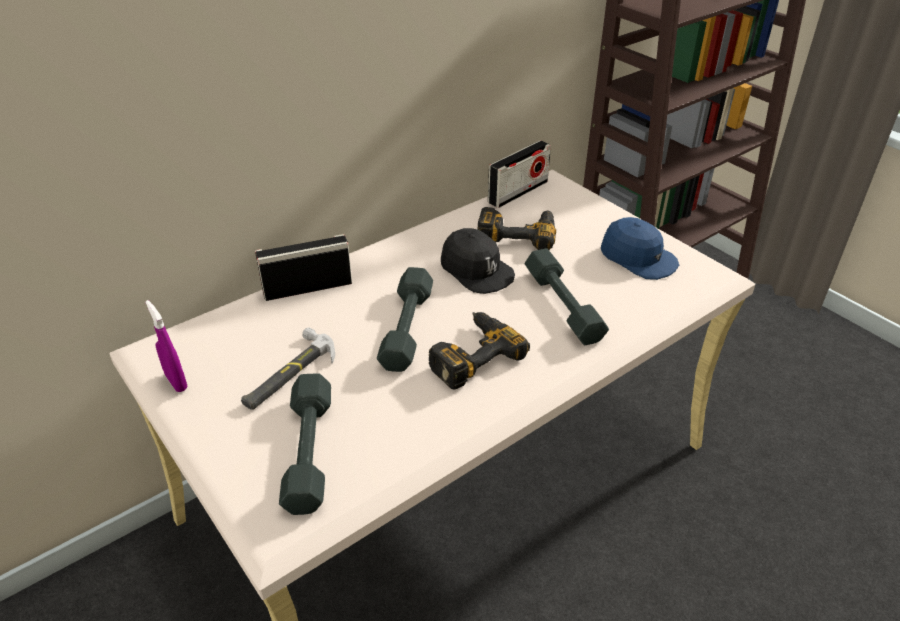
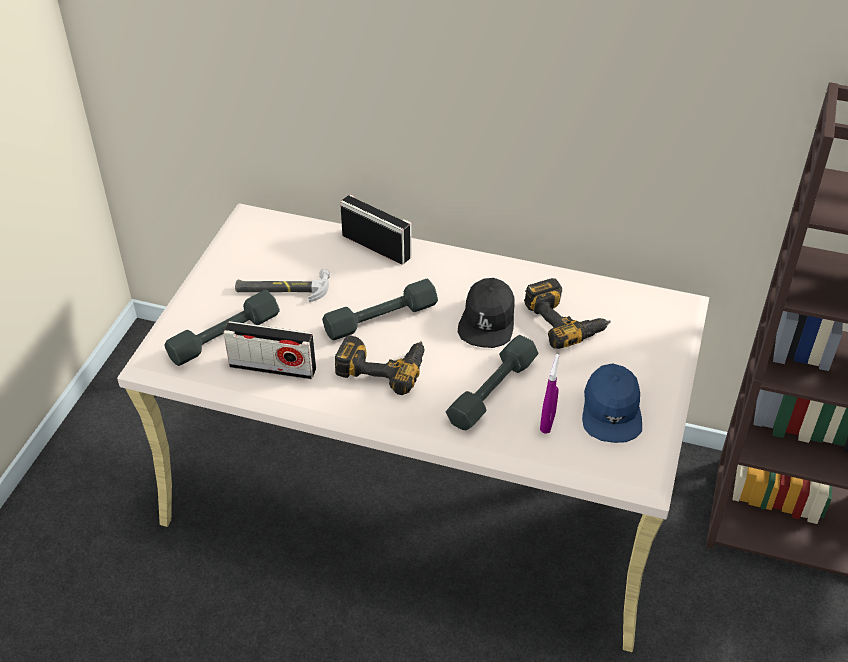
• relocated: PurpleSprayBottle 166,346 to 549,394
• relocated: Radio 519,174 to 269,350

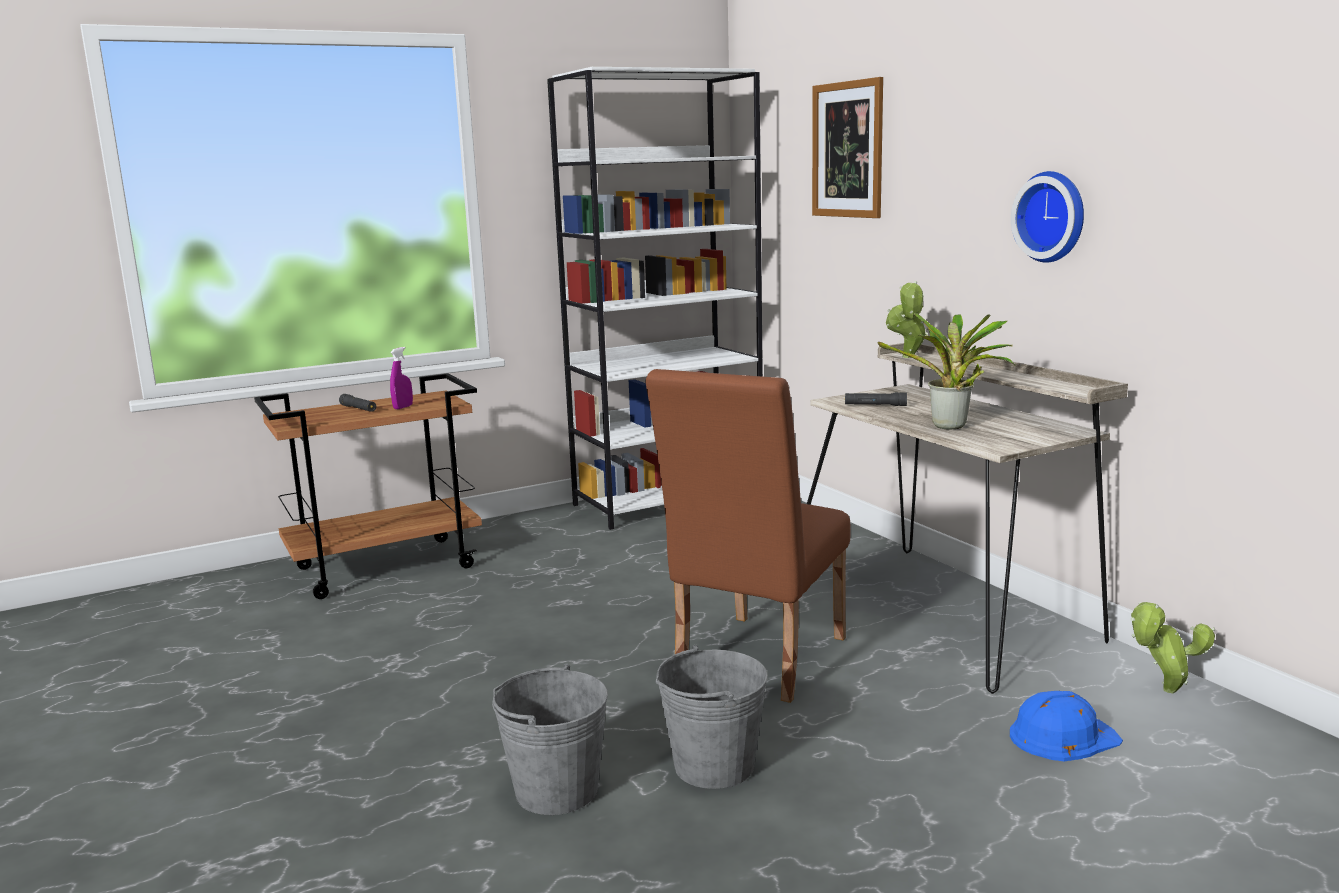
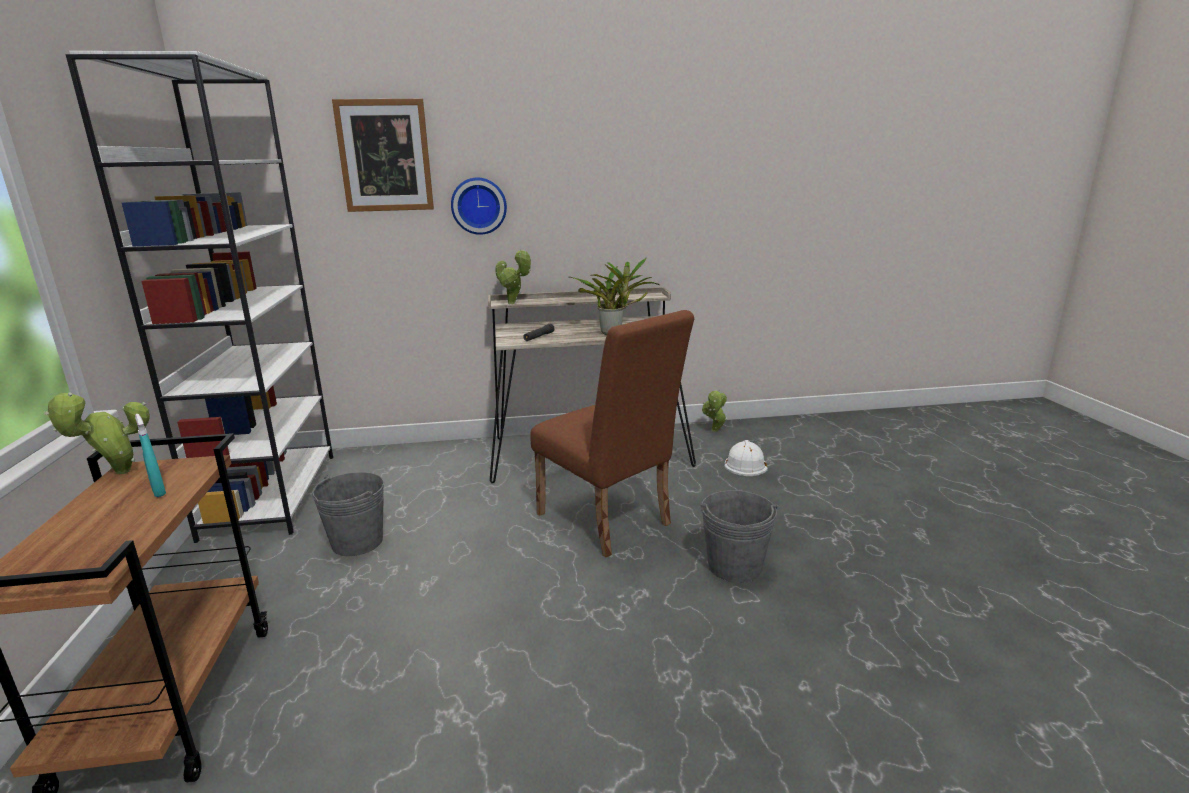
• missing: BlackFlashlight 357,403
• appeared: PottedPlant 97,433
• relocated: GreyBucket 550,739 to 348,514
• relocated: WallClock 1047,217 to 479,206
• colour: PurpleSprayBottle 401,378 to TurquoiseSprayBottle 150,455
• colour: BlueHardHat 1066,726 to WhiteHardHat 746,458

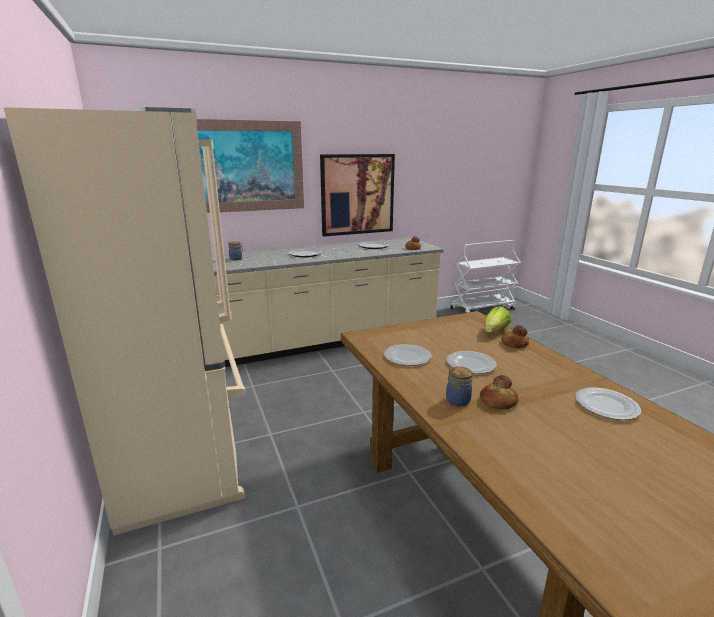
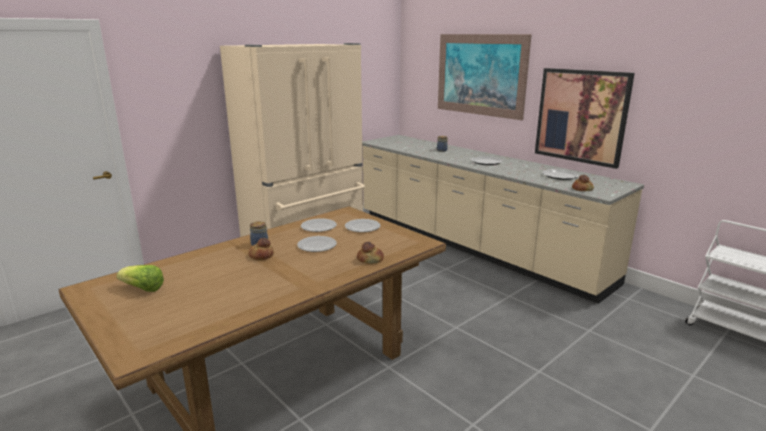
• relocated: Lettuce 498,319 to 140,278
• relocated: Plate 608,403 to 363,225

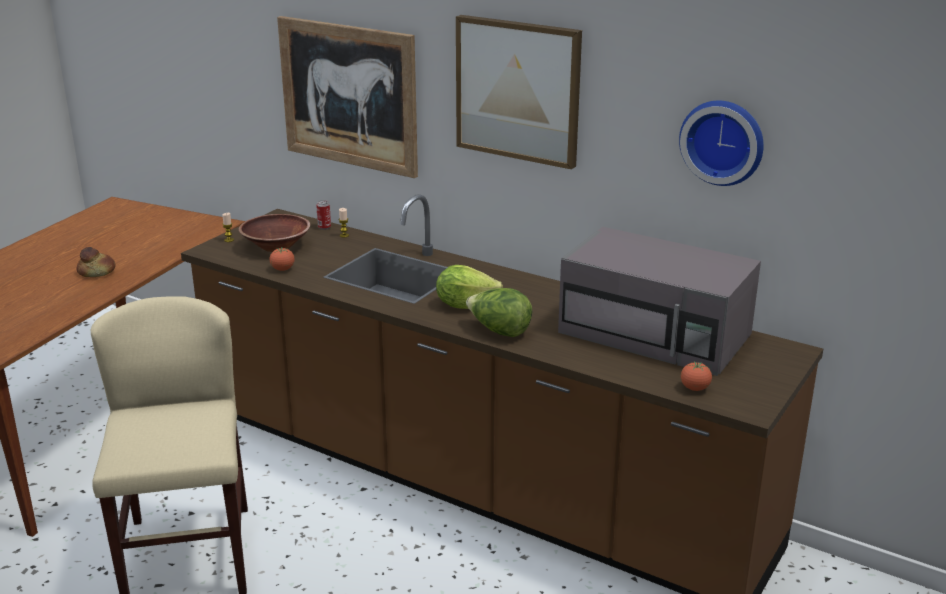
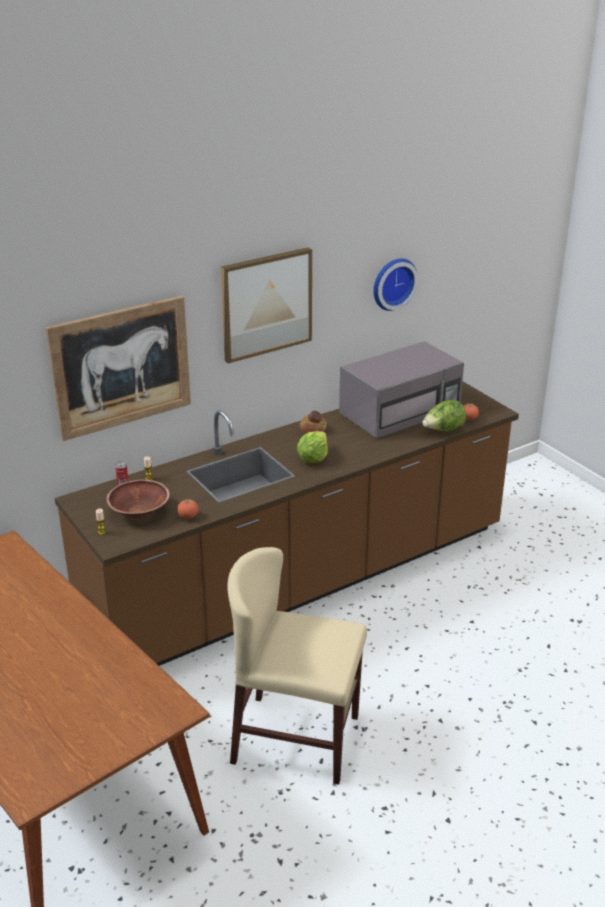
• relocated: Bread 95,262 to 313,422
• relocated: Lettuce 499,312 to 444,416

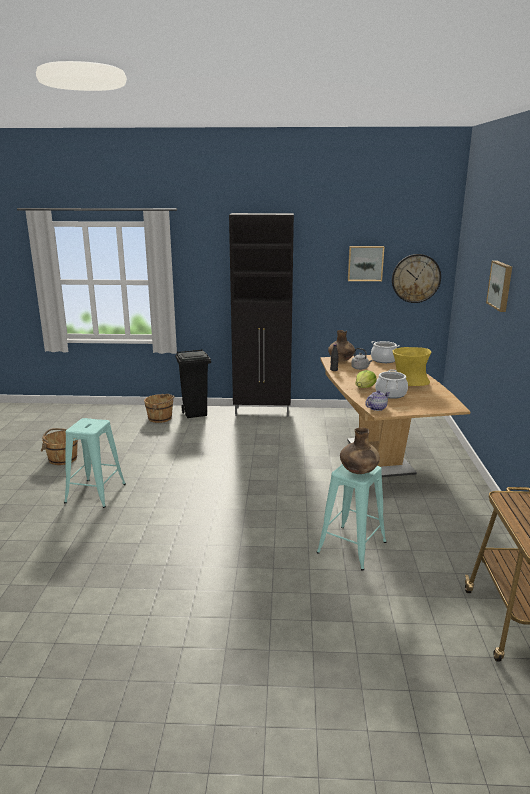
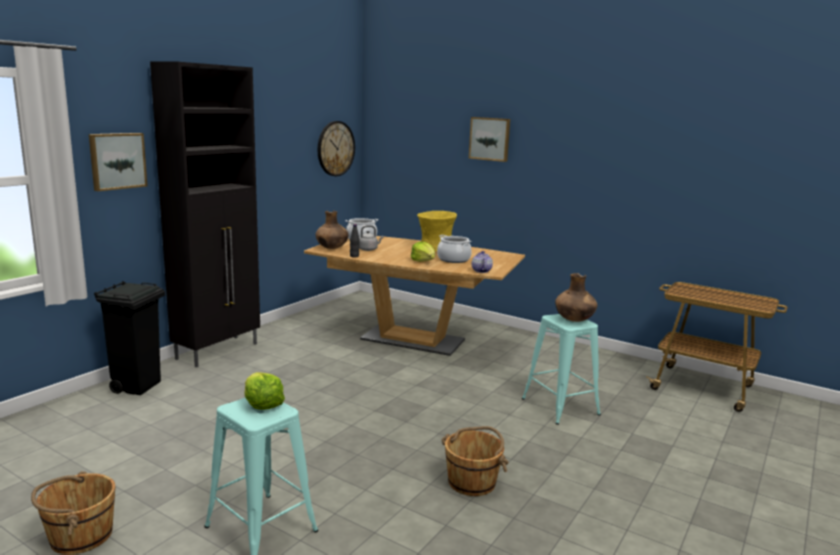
• appeared: Lettuce 264,391
• relocated: BrownBucket 159,408 to 475,461
• relocated: Picture 366,263 to 118,162

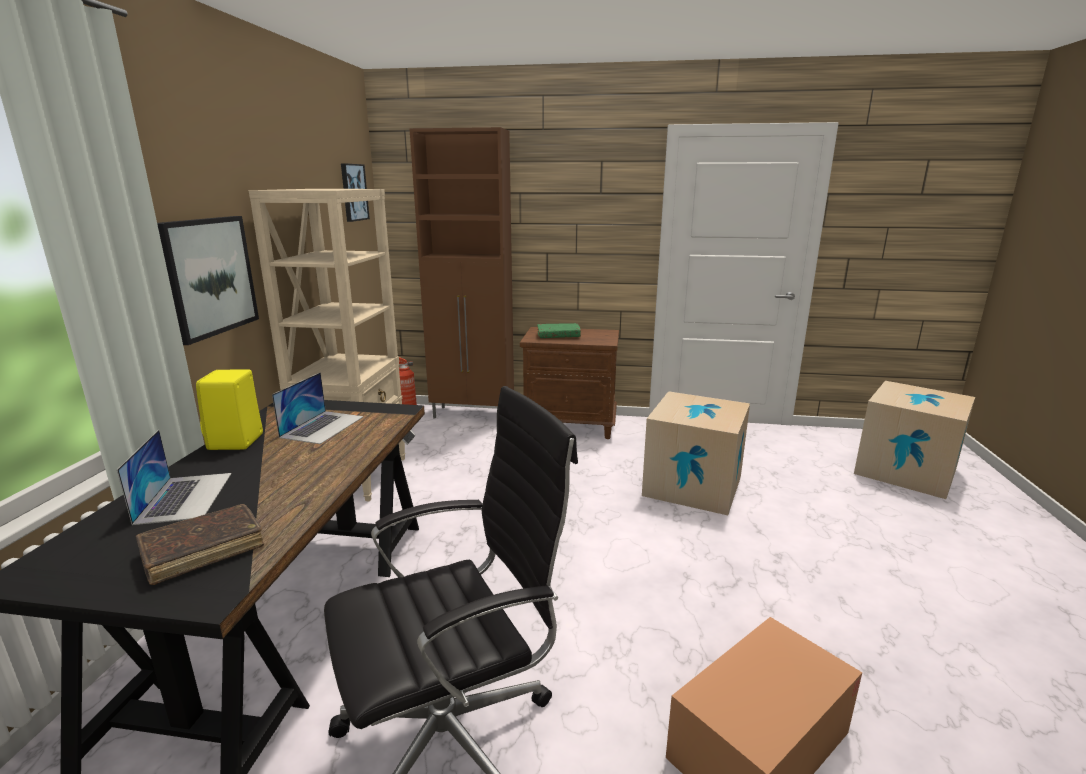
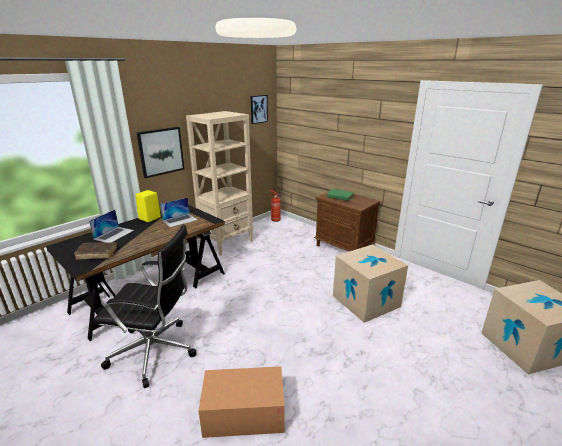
• missing: BrownCabinet 461,273

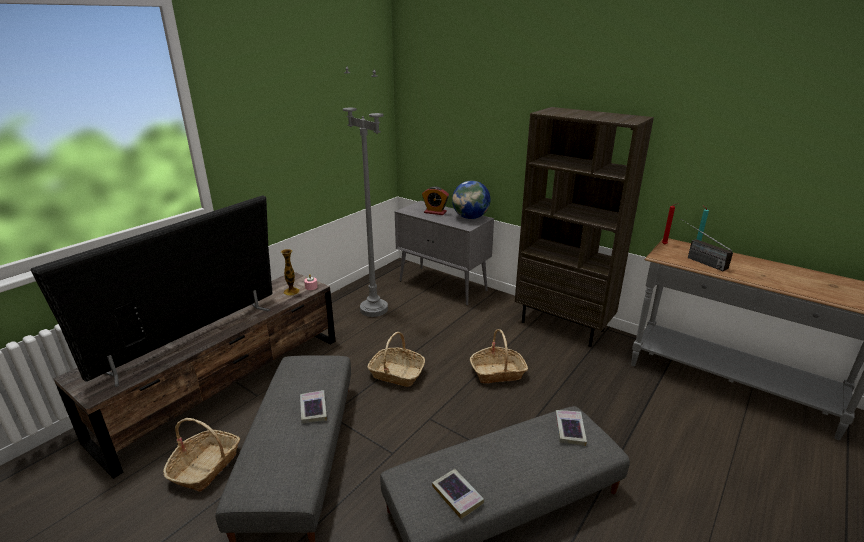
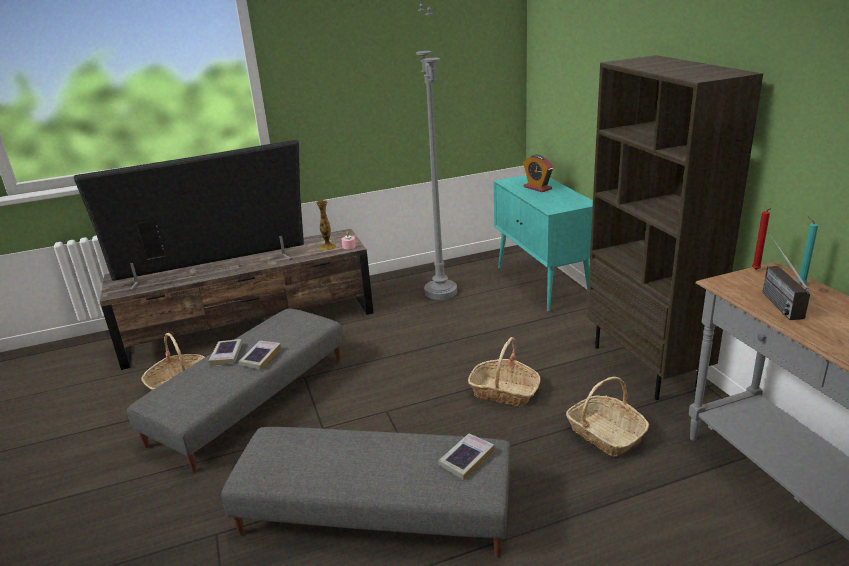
• missing: Globe 471,199
• relocated: Basket 396,359 to 607,417
• relocated: Book 458,494 to 225,352
• colour: GreyCabinet 444,253 to TurquoiseCabinet 543,243

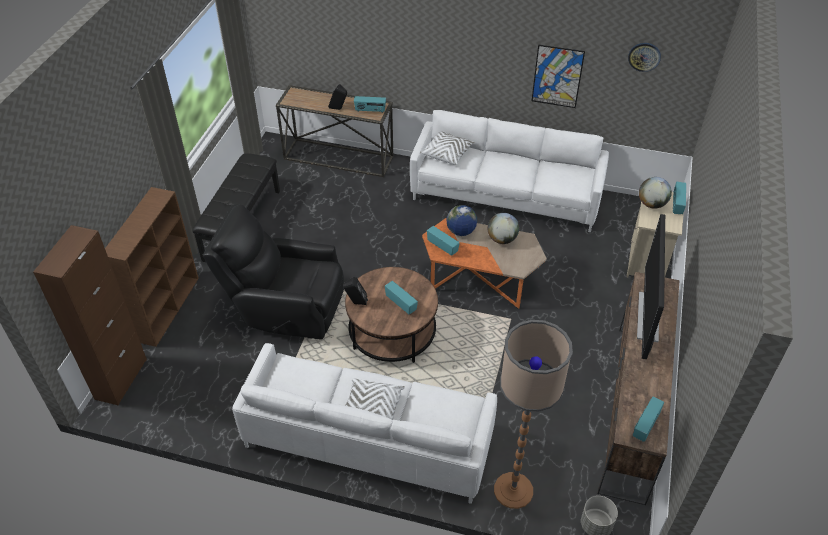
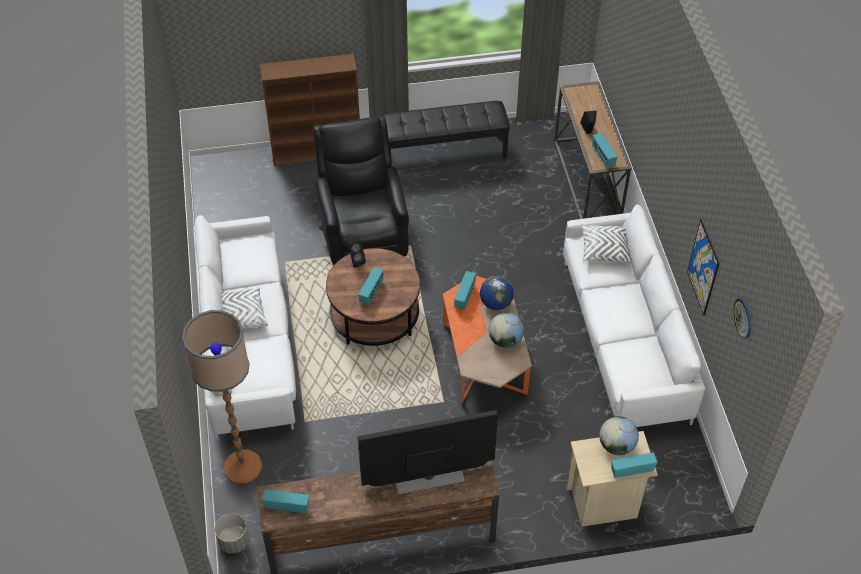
• missing: BrownCabinet 90,315

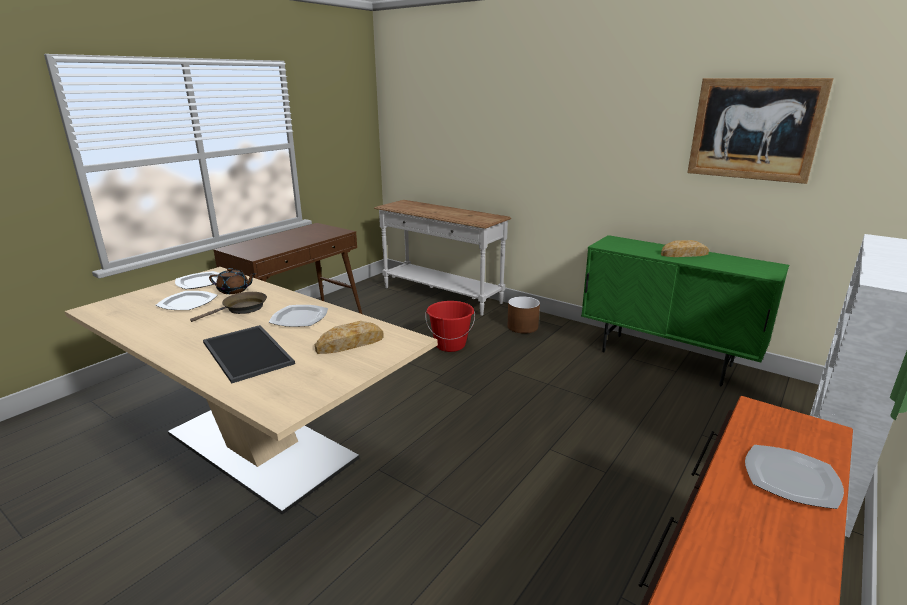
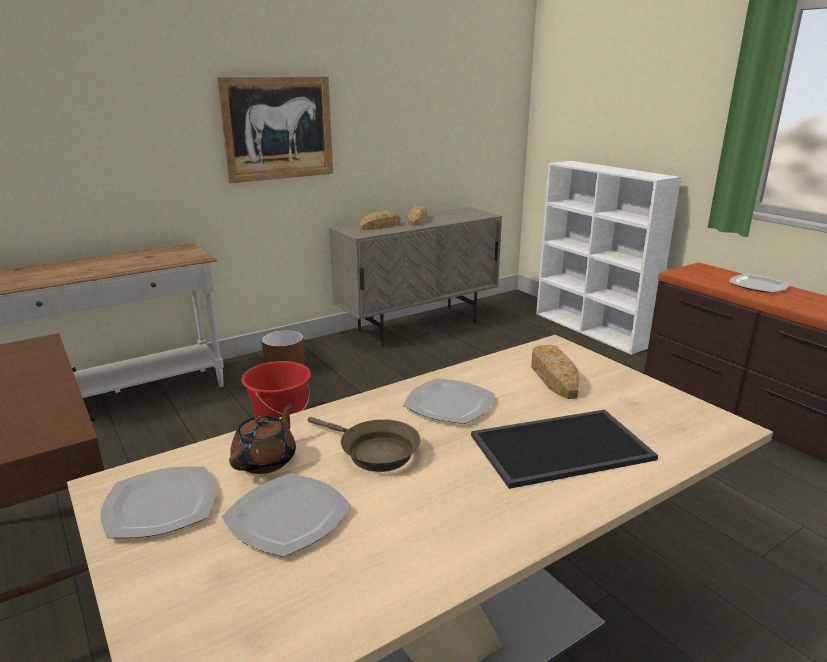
• appeared: Bread 380,220
• relocated: Picture 760,131 to 274,129
• colour: GreenCabinet 685,310 to BeigeCabinet 415,277
• spun: BrownFryingPan 228,307 = 364,444 150 degrees clockwise

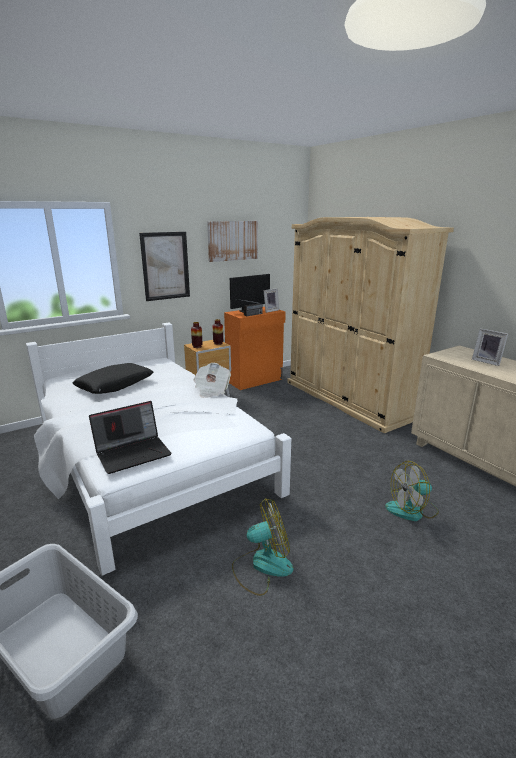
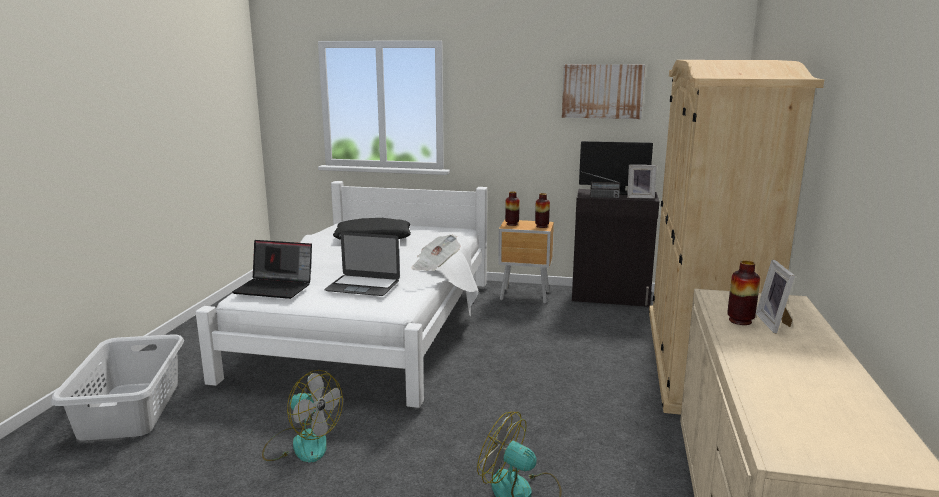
• missing: Picture 164,266
• appeared: Laptop 362,264
• appeared: Vase 743,292
• colour: OrangeCabinet 255,348 to BlackCabinet 615,248

